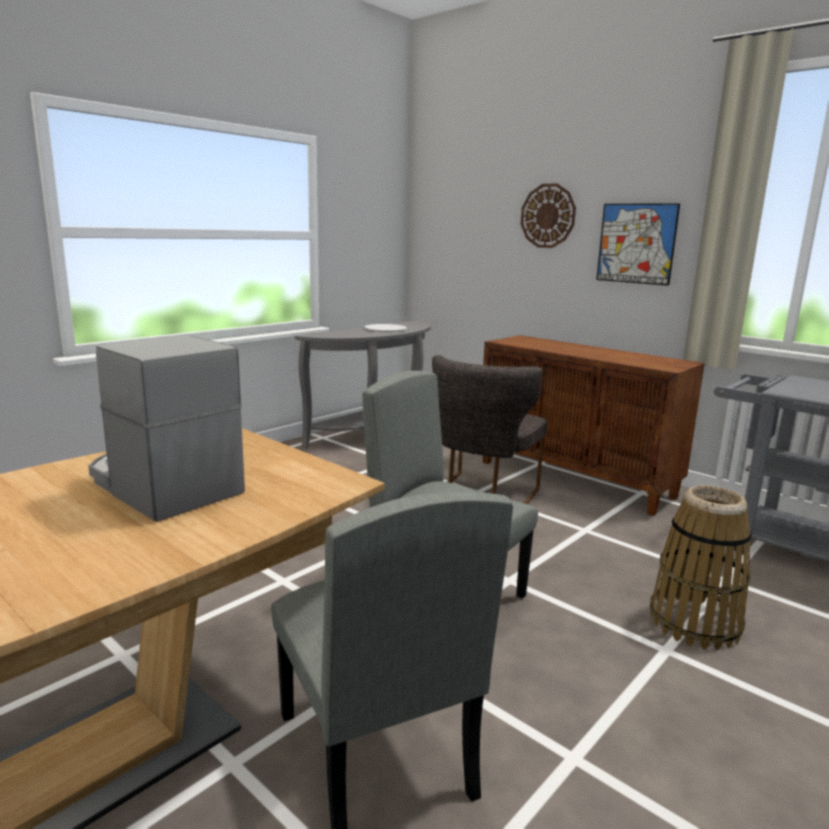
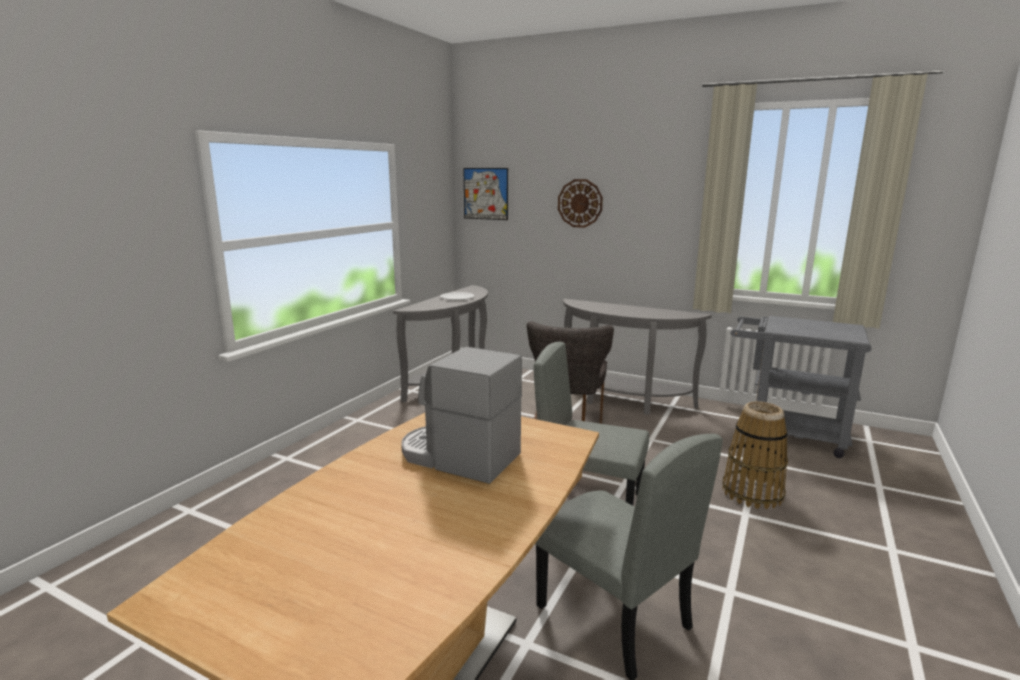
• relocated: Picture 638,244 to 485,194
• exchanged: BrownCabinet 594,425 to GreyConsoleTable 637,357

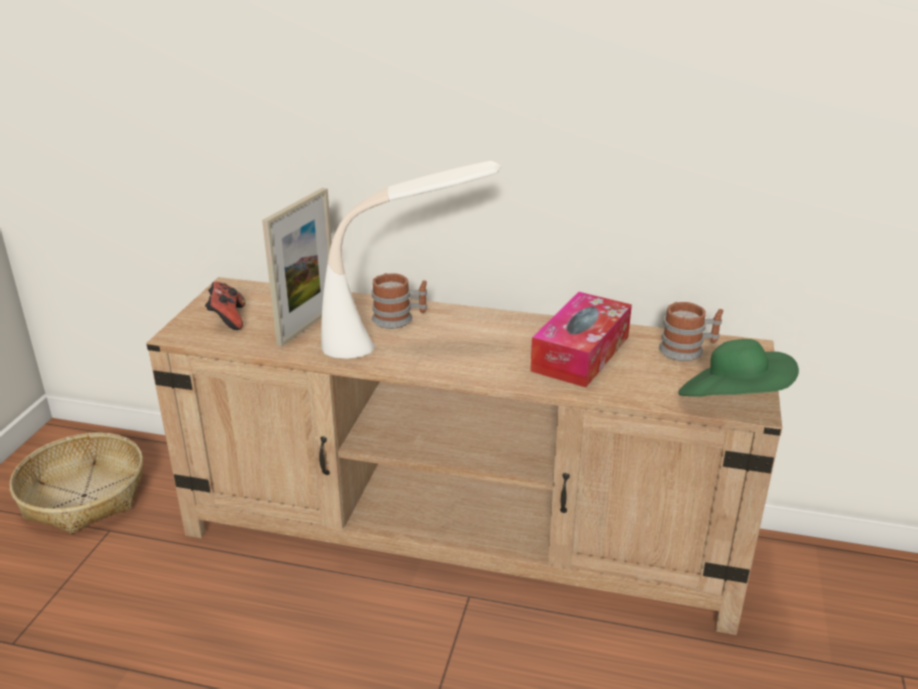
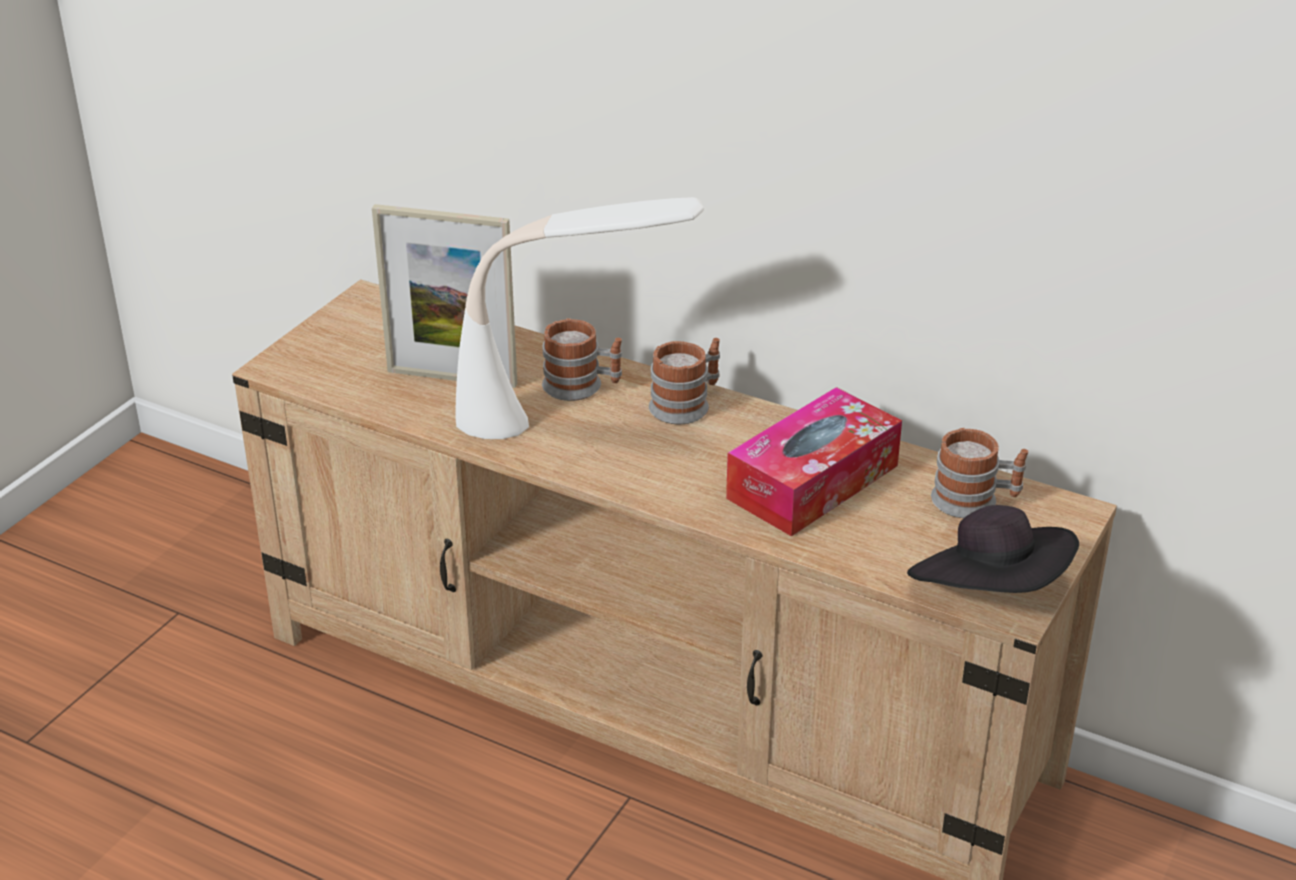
• missing: Basket 76,483
• missing: GameController 225,306
• appeared: Mug 684,381
• colour: GreenHat 738,368 to BlackHat 993,549
• spun: PictureFrame 297,267 = 444,296 60 degrees clockwise

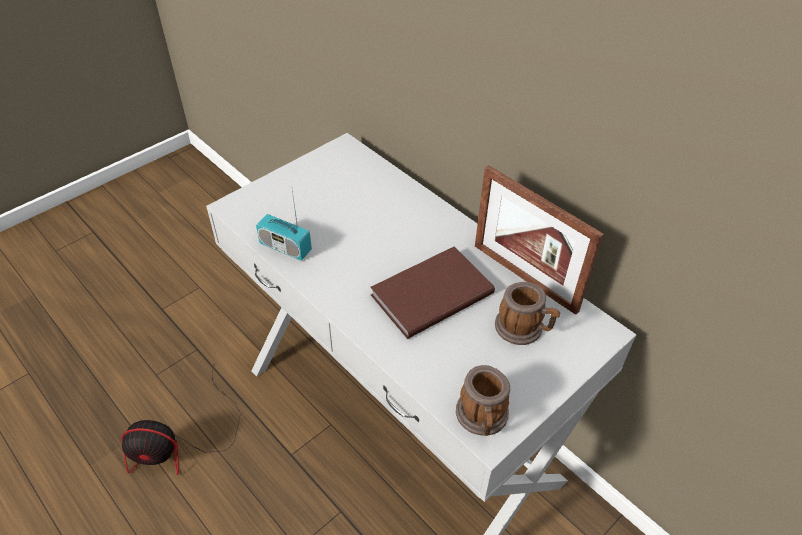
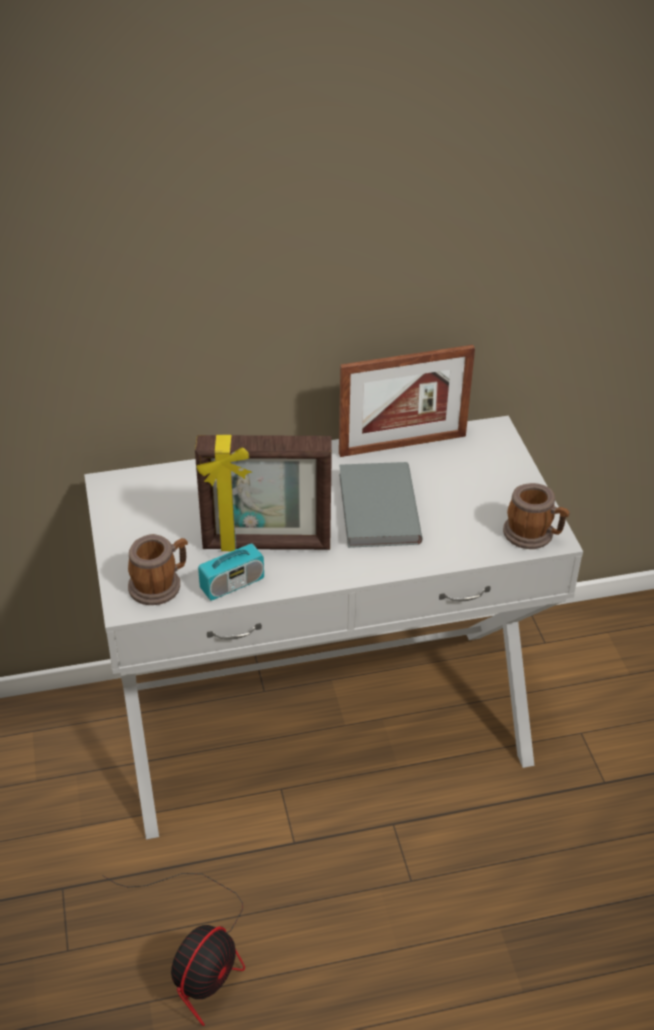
• appeared: PictureFrame 263,493
• relocated: Mug 527,313 to 158,569
• colour: BrownBook 432,292 to GreyBook 380,505

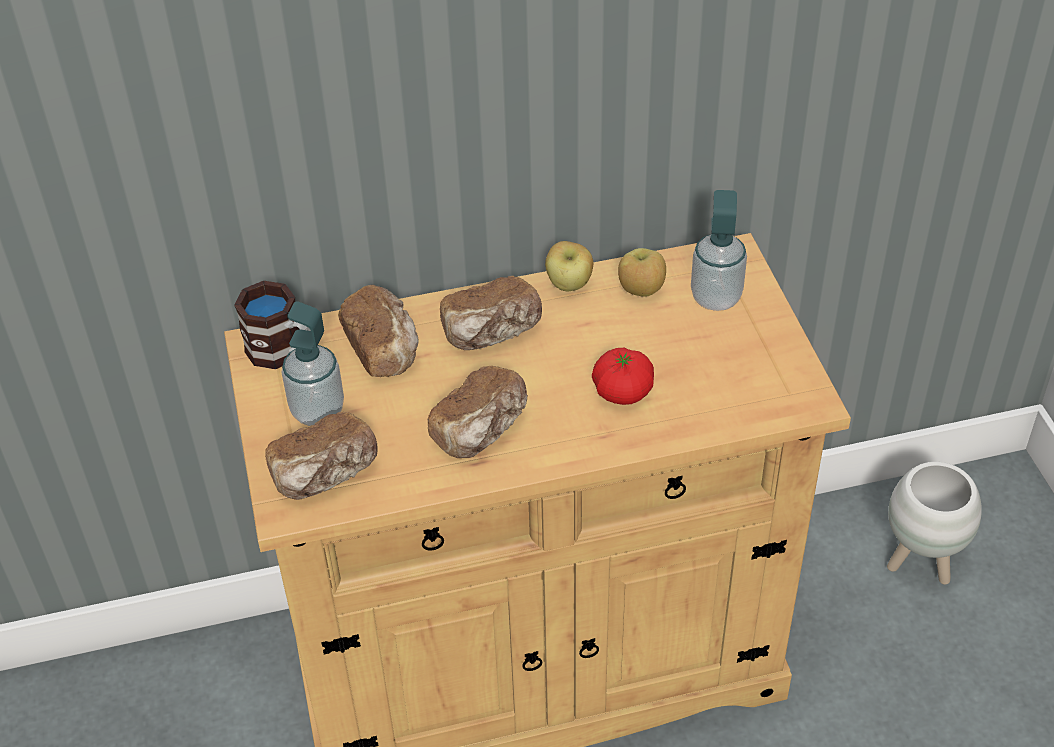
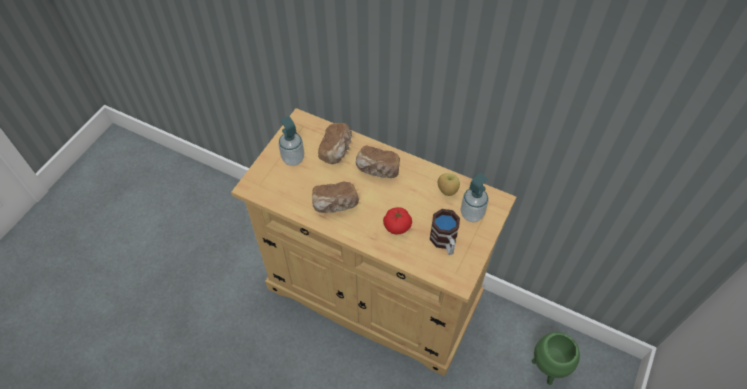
• missing: Bread 321,455
• missing: Apple 569,266
• relocated: Mug 272,325 to 445,232
• colour: WhitePlanter 934,523 to GreenPlanter 556,358

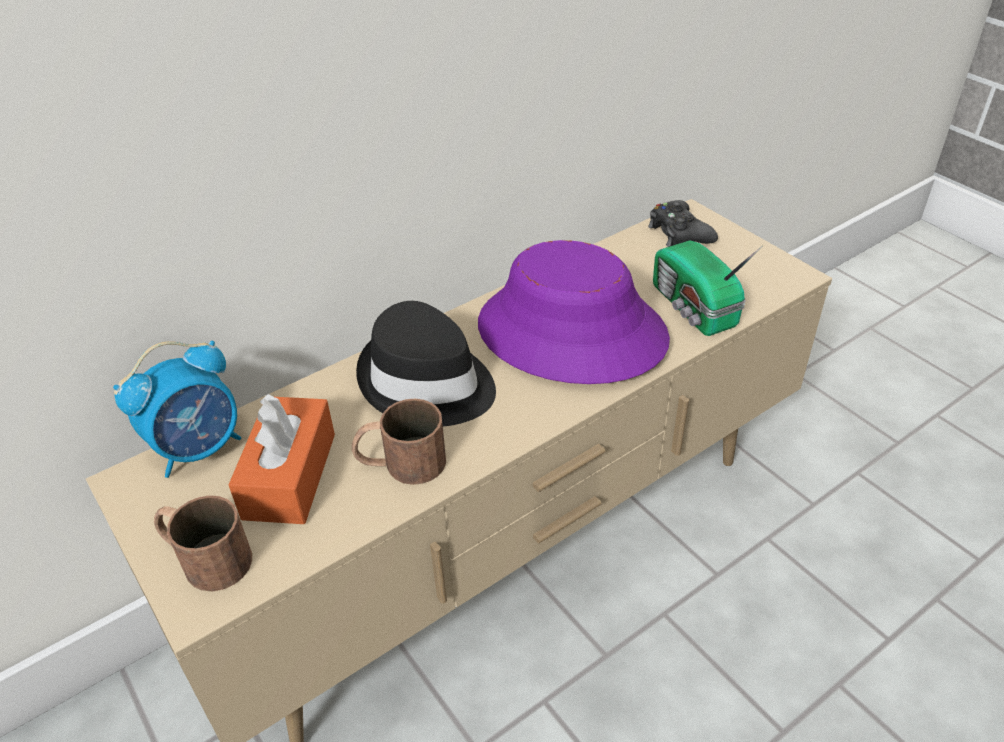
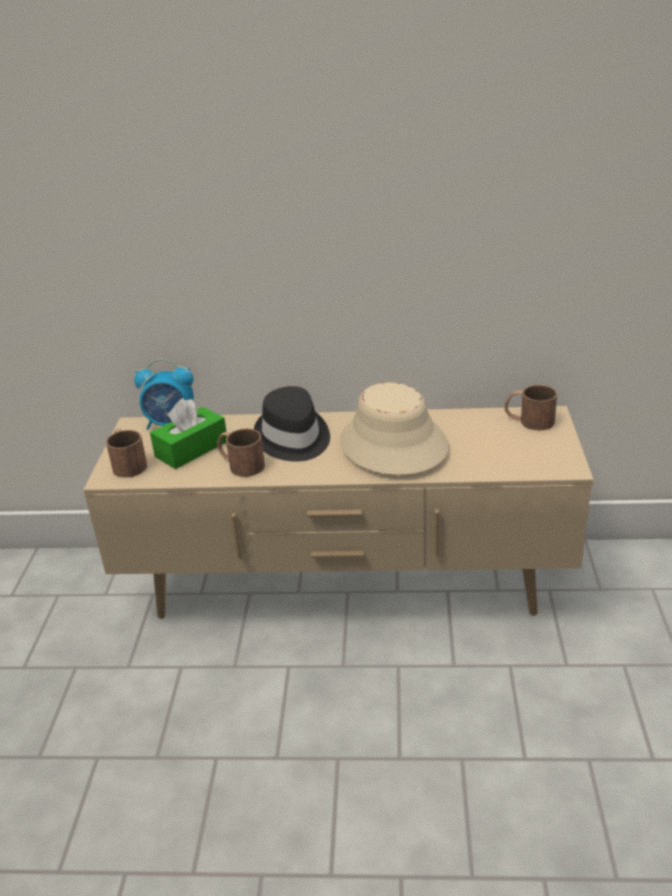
• missing: Radio 708,288
• exchanged: BlackGameController 683,223 to BrownMug 530,407
• colour: OrangeTissueBox 282,459 to GreenTissueBox 188,433
• colour: PurpleHat 574,312 to BeigeHat 394,429

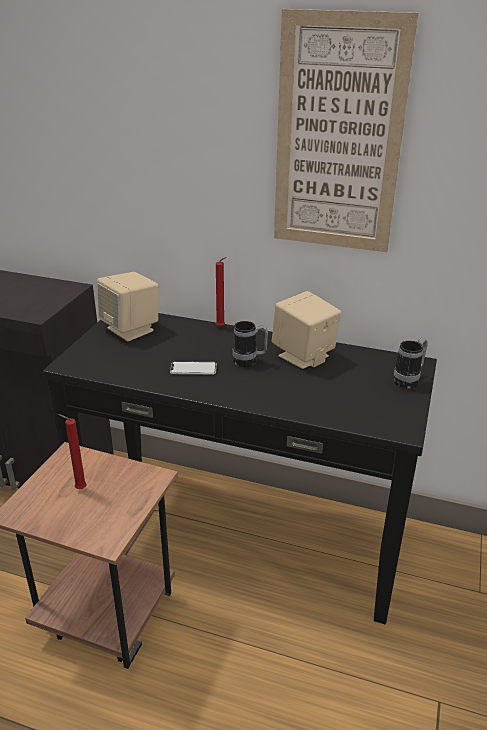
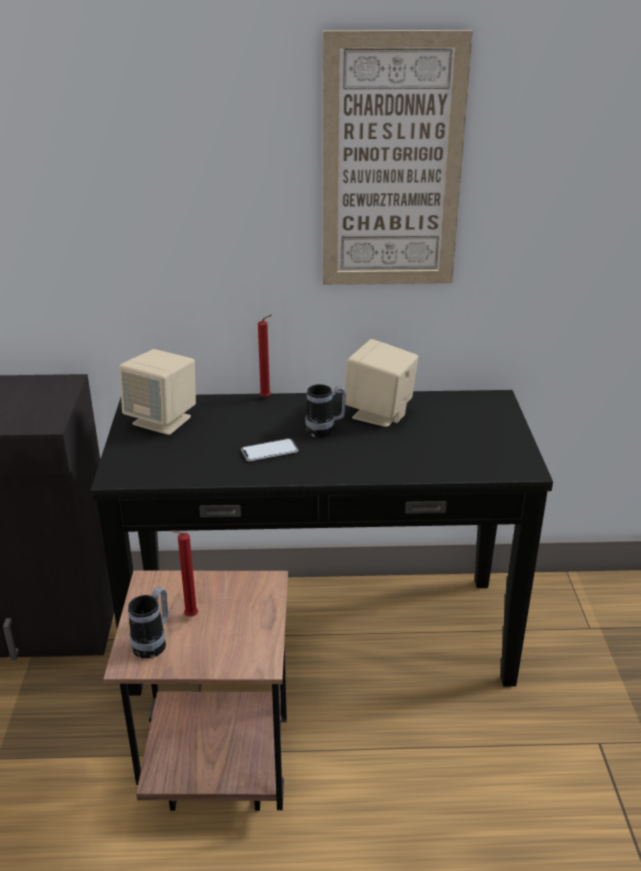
• relocated: Mug 410,363 to 148,623

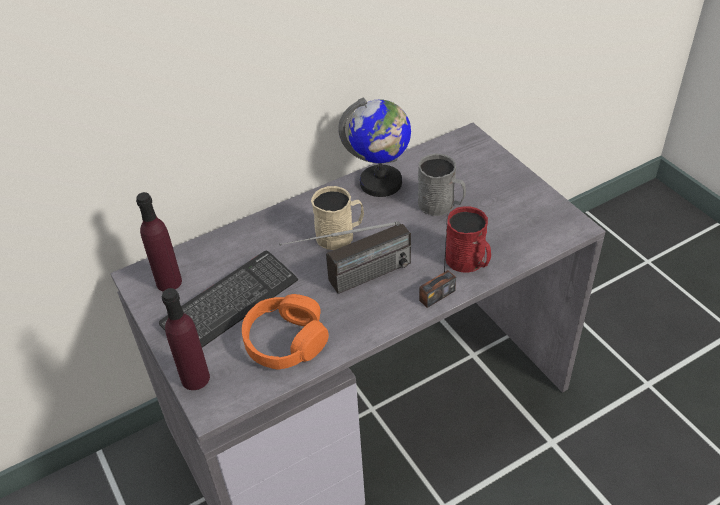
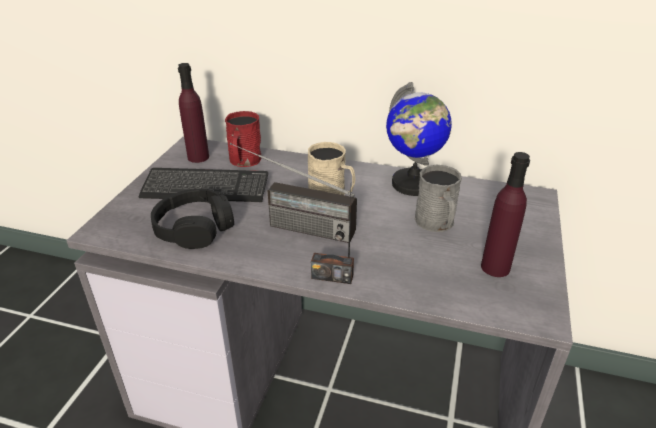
• relocated: PurpleBottle 186,339 to 505,214
• relocated: RedMug 468,239 to 243,139
• colour: OrangeHeadphones 285,332 to BlackHeadphones 192,219

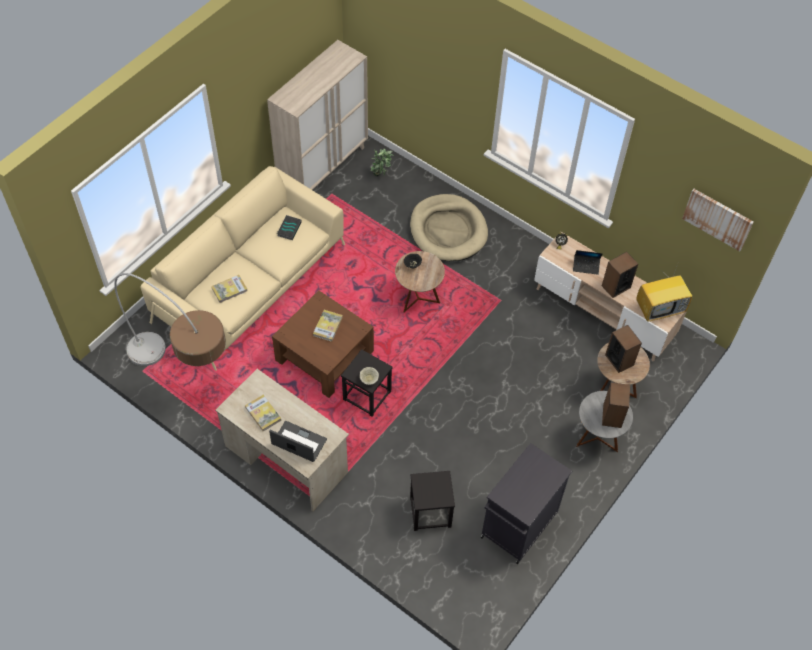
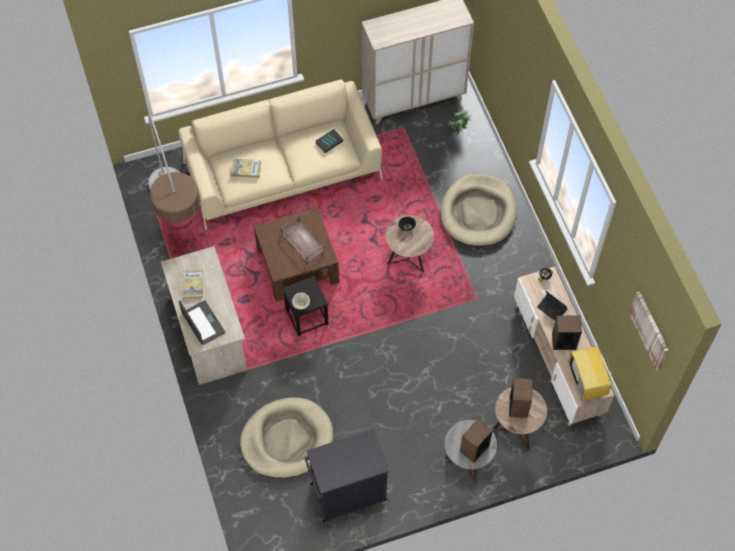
• exchanged: Book 328,326 to BrownTray 303,239
• exchanged: BlackStool 432,501 to BeigeDogBed 286,437
• spun: Television 664,292 = 591,373 60 degrees clockwise

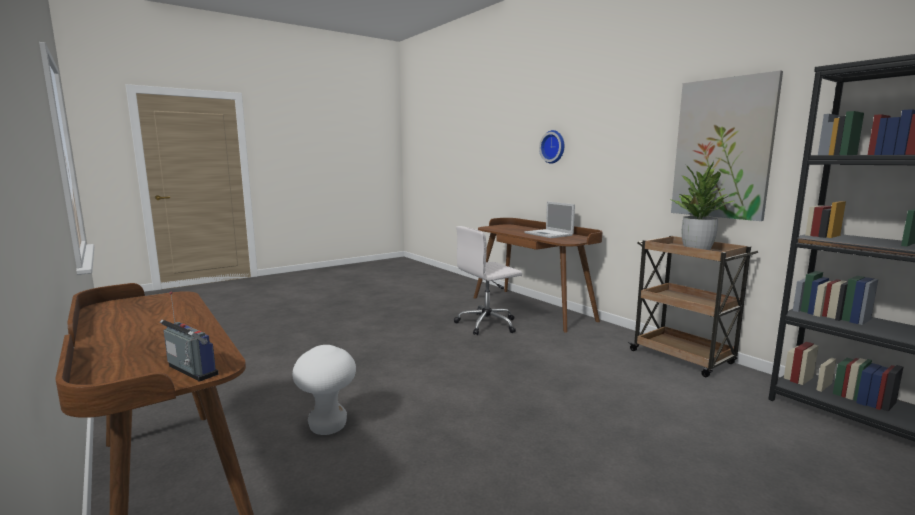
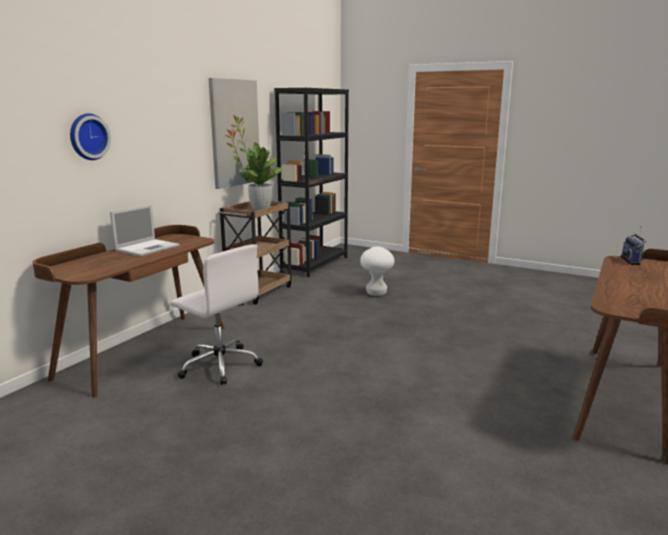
• relocated: WhiteStool 324,390 to 377,271

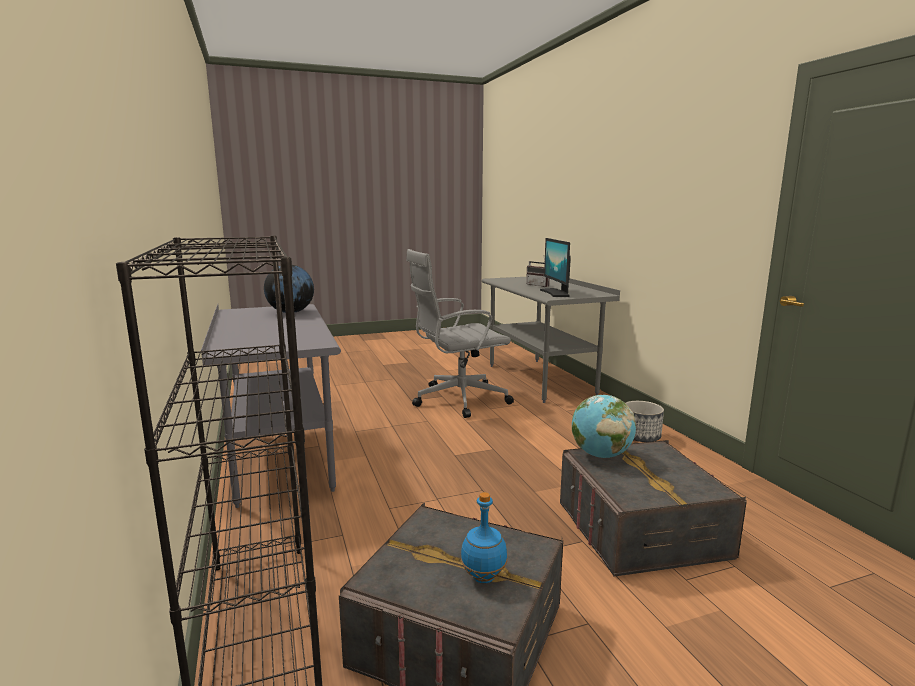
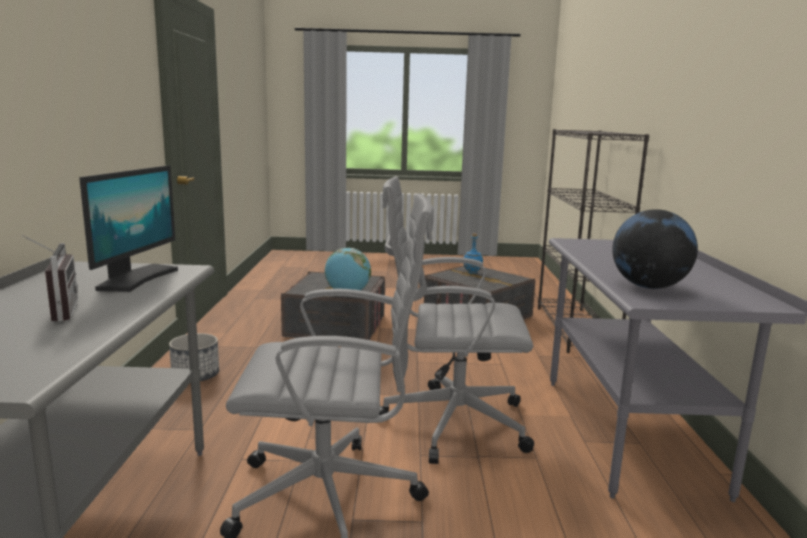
• appeared: GreyOfficeChair 456,320

